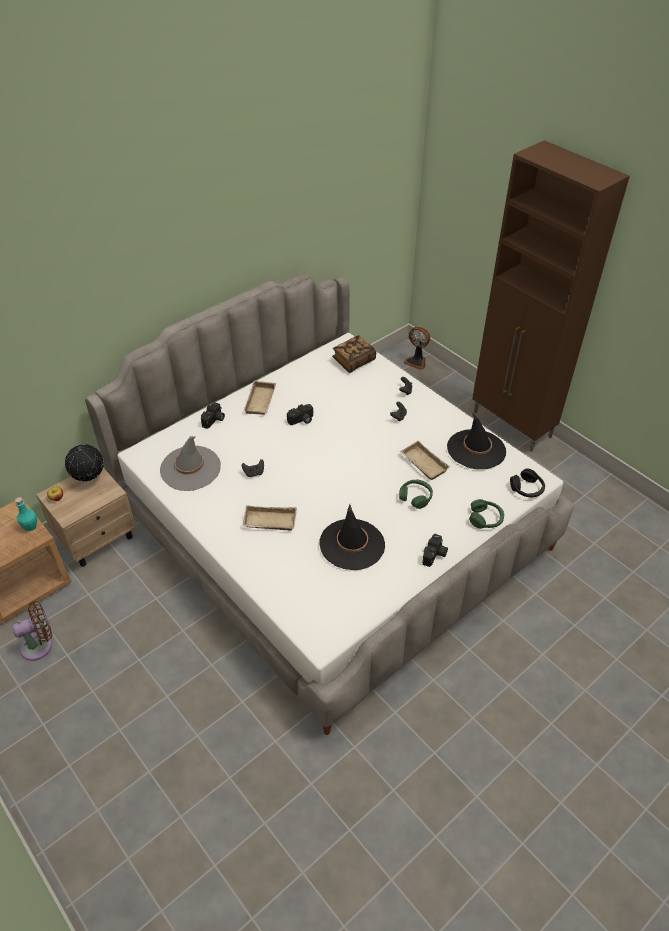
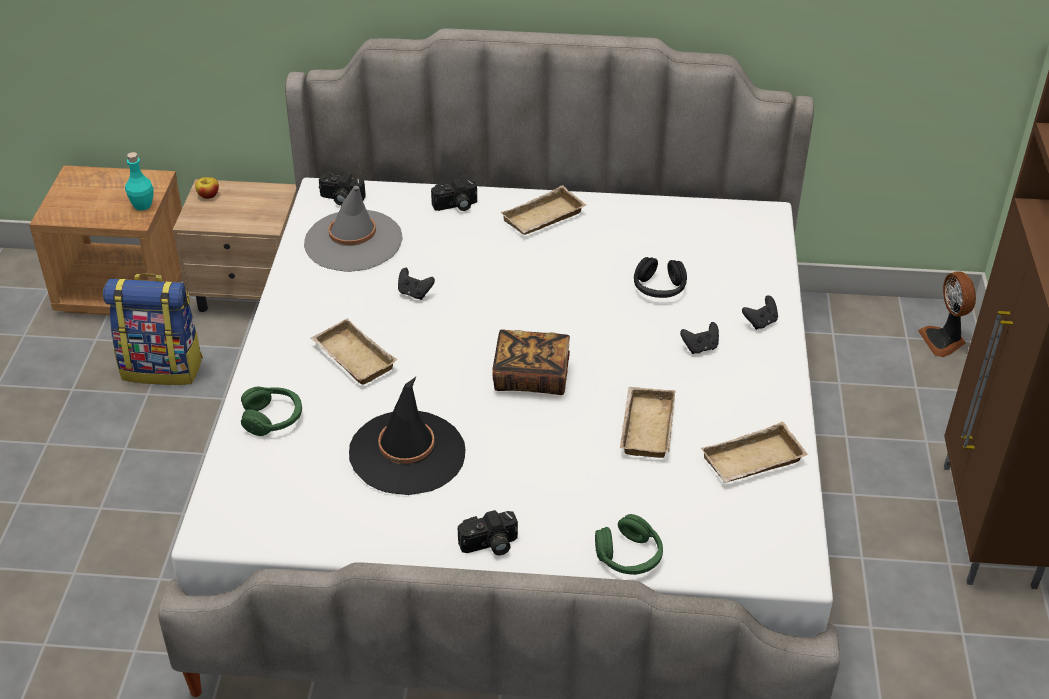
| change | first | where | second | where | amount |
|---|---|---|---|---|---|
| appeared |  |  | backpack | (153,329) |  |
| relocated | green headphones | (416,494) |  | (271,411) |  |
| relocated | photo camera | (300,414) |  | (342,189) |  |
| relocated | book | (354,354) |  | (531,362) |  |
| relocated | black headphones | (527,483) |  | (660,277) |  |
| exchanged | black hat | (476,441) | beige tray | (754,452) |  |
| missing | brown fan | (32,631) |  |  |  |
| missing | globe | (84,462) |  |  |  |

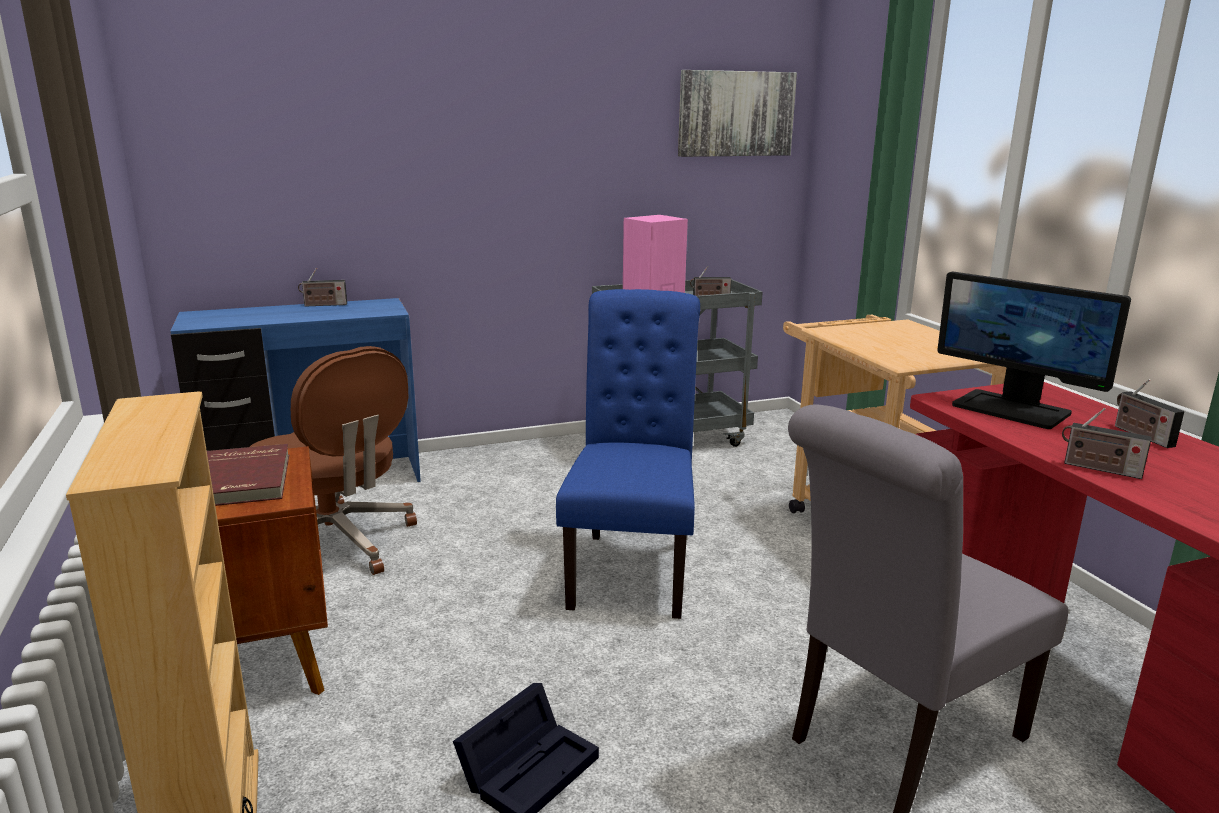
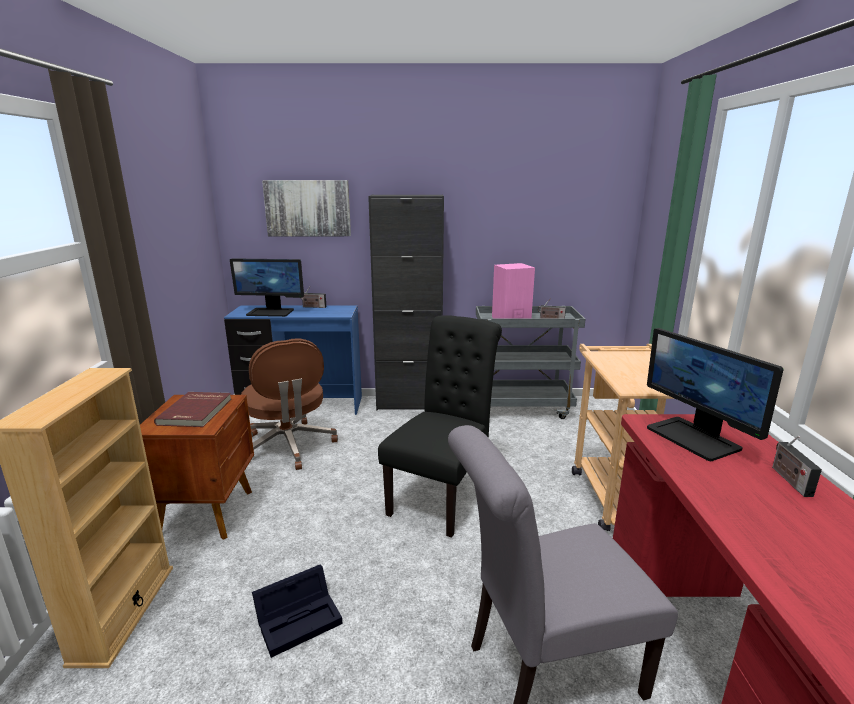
| change | first | where | second | where | amount |
|---|---|---|---|---|---|
| appeared |  |  | monitor | (267,287) |  |
| relocated | picture | (737,113) |  | (306,208) |  |
| appeared |  |  | black cabinet | (406,302) |  |
| colour | blue chair | (628,454) | black chair | (440,426) |  |
| missing | radio | (1107,443) |  |  |  |

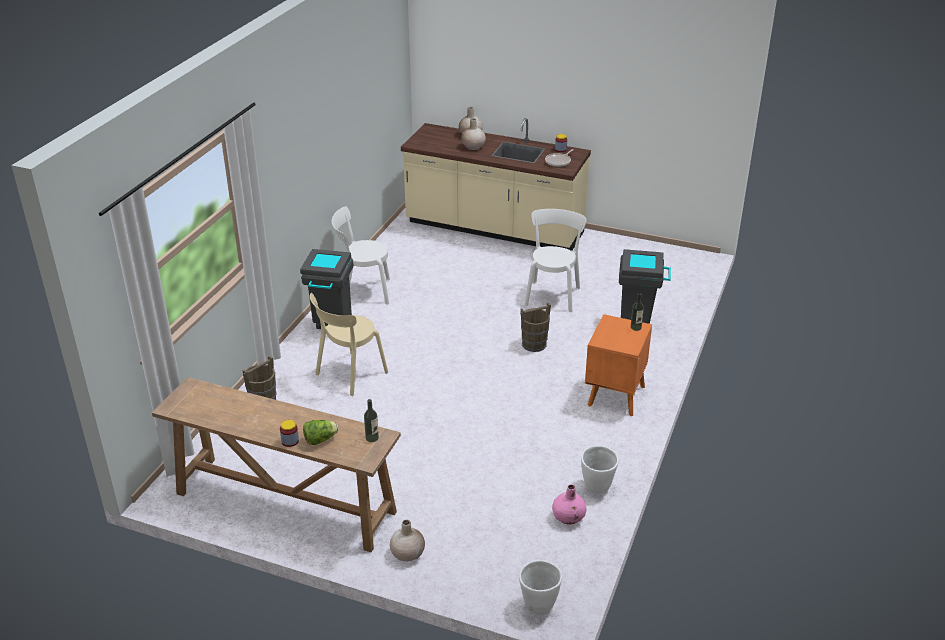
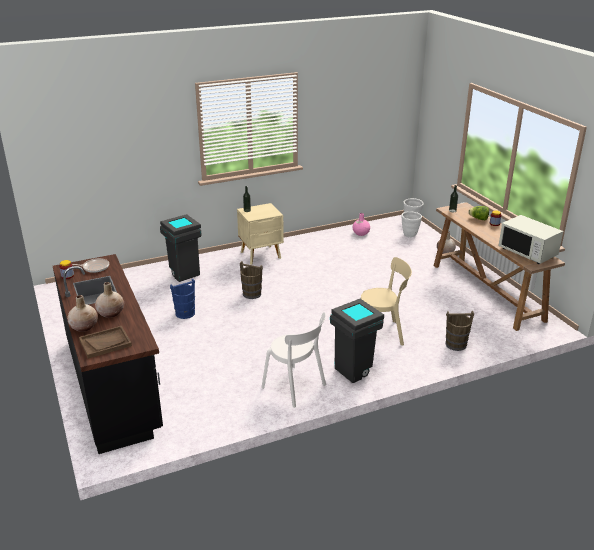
| change | first | where | second | where | amount |
|---|---|---|---|---|---|
| colour | beige counter | (496,184) | black counter | (108,354) |  |
| appeared |  |  | brown tray | (105,342) |  |
| exchanged | white chair | (555,260) | blue bucket | (182,299) |  |
| colour | orange nightstand | (618,365) | beige nightstand | (260,234) |  |
| relocated | white planter | (600,469) |  | (411,224) |  |
| appeared |  |  | white microwave | (530,239) |  |

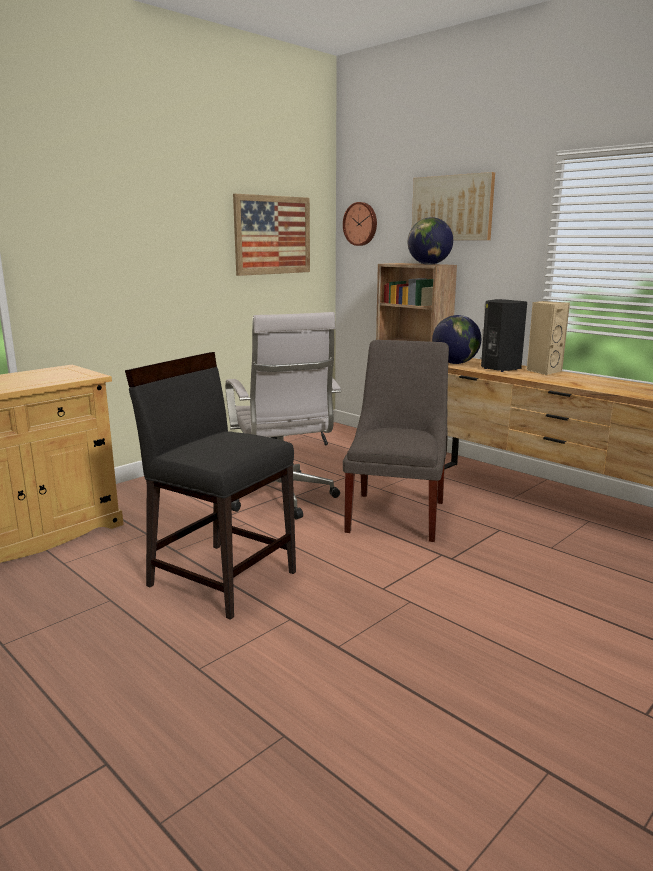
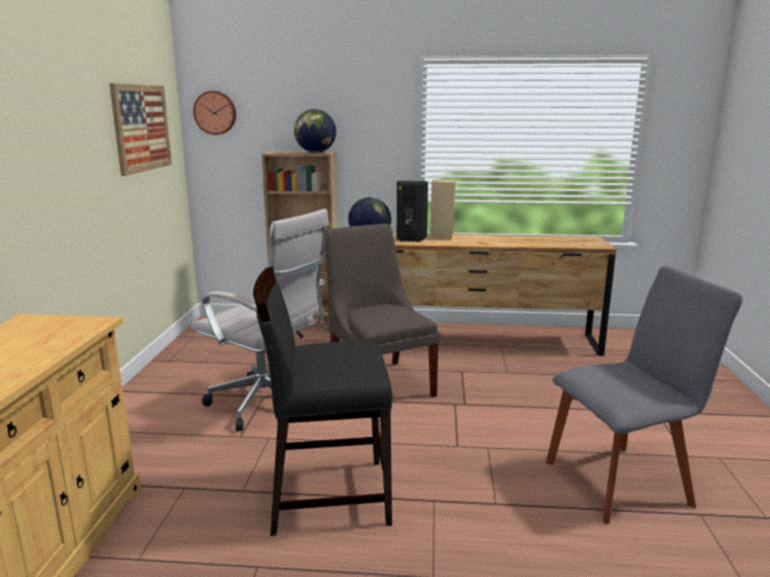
| change | first | where | second | where | amount |
|---|---|---|---|---|---|
| appeared |  |  | grey chair | (644,395) |  |
| missing | picture | (453,206) |  |  |  |

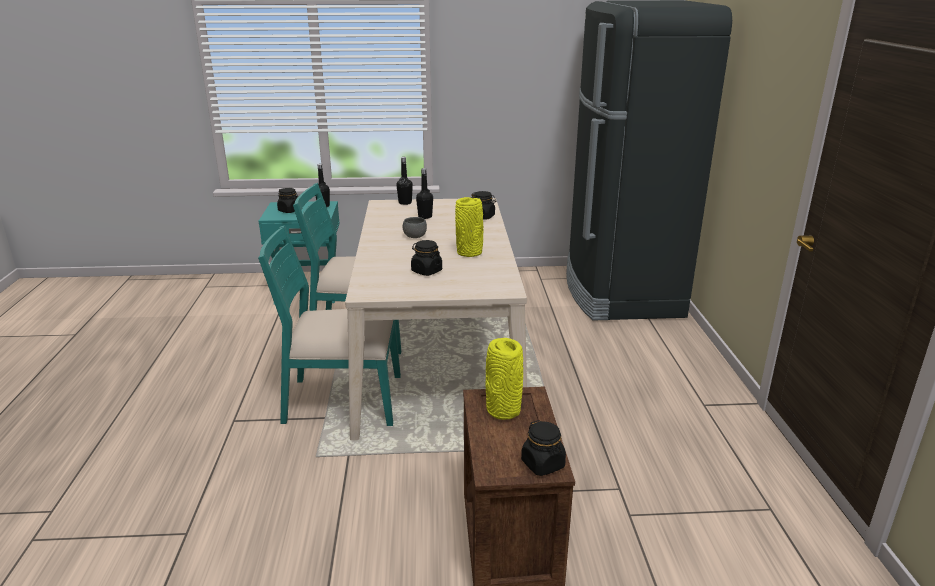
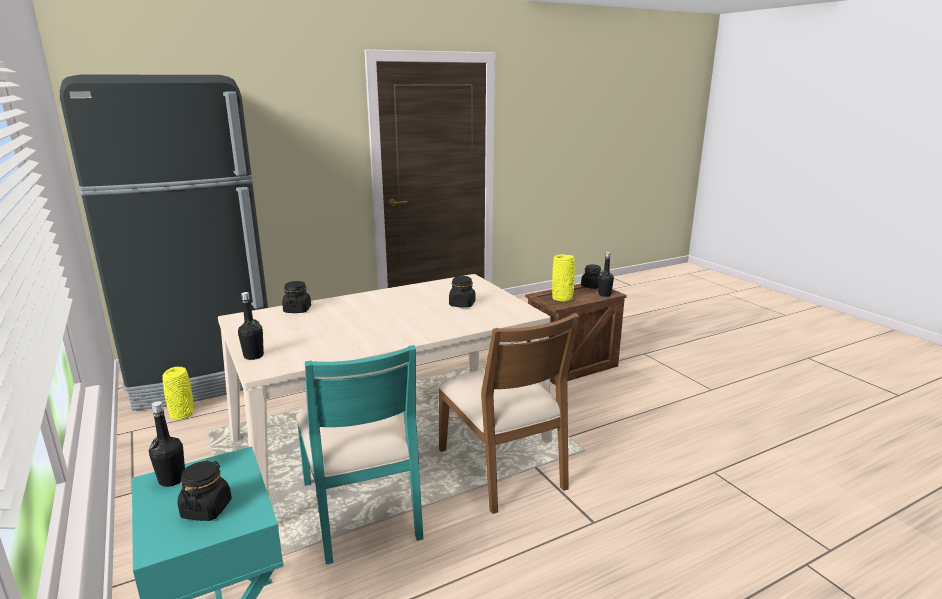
| change | first | where | second | where | amount |
|---|---|---|---|---|---|
| relocated | yellow vase | (469,227) |  | (178,393) |  |
| colour | turquoise chair | (329,325) | brown chair | (508,413) |  |
| relocated | black bottle | (424,193) |  | (606,274) |  |
| missing | grey bowl | (415,227) |  |  |  |

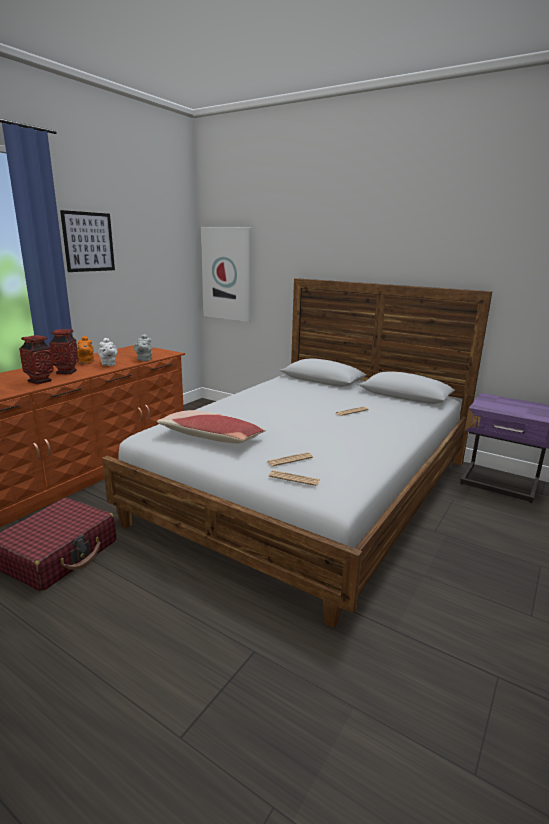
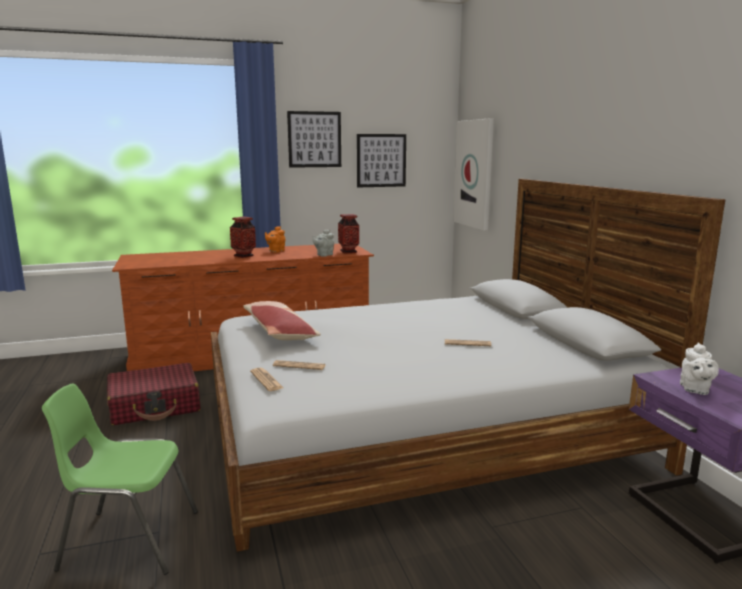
| change | first | where | second | where | amount |
|---|---|---|---|---|---|
| appeared |  |  | green chair | (120,479) |  |
| relocated | vase | (36,359) |  | (348,234) |  |
| appeared |  |  | picture | (381,160) |  |
| relocated | white teapot | (107,352) |  | (699,369) |  |

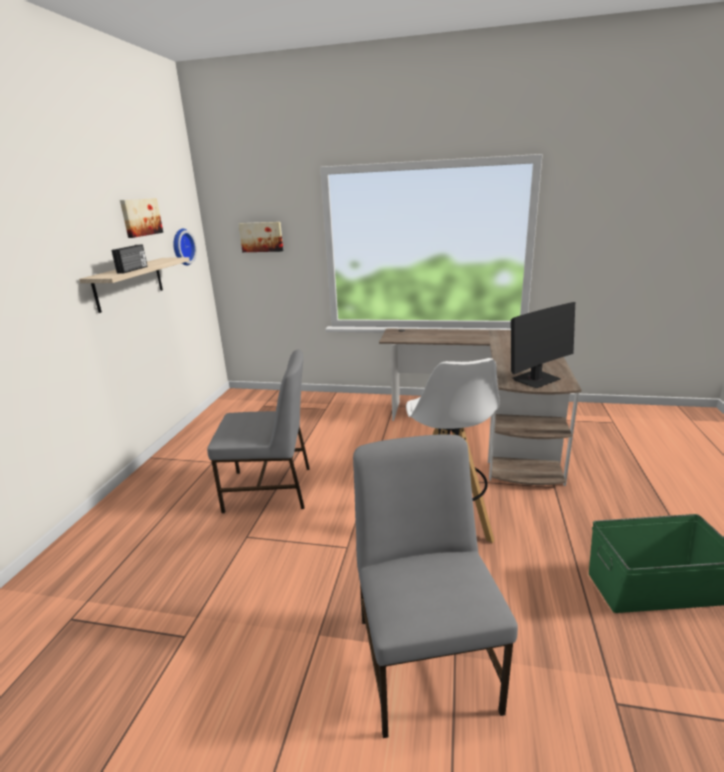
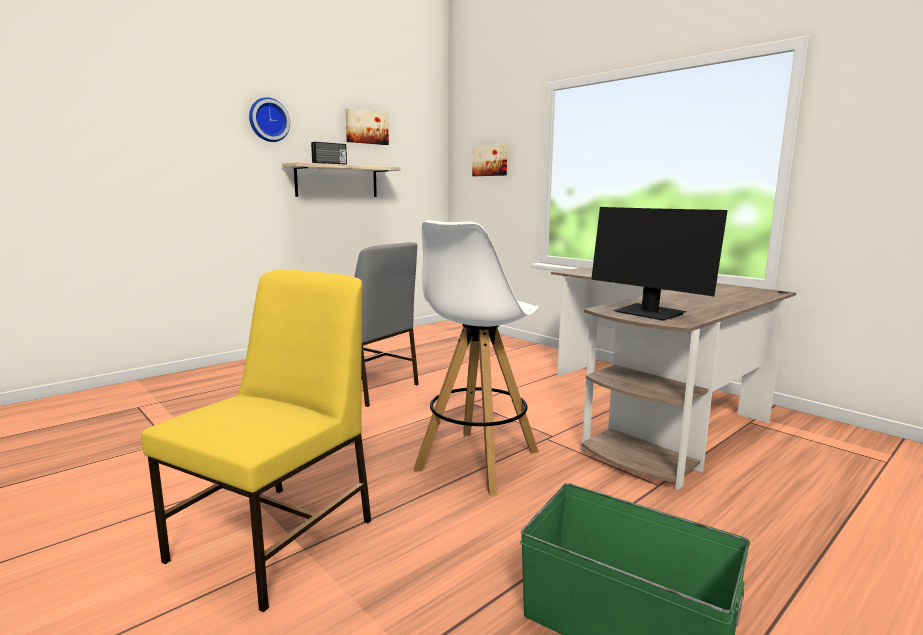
| change | first | where | second | where | amount |
|---|---|---|---|---|---|
| colour | grey chair | (435,586) | yellow chair | (256,441) |  |
| relocated | wall clock | (185,247) |  | (269,119) |  |
| spun | monitor | (543,345) |  | (659,263) | 45 degrees clockwise |

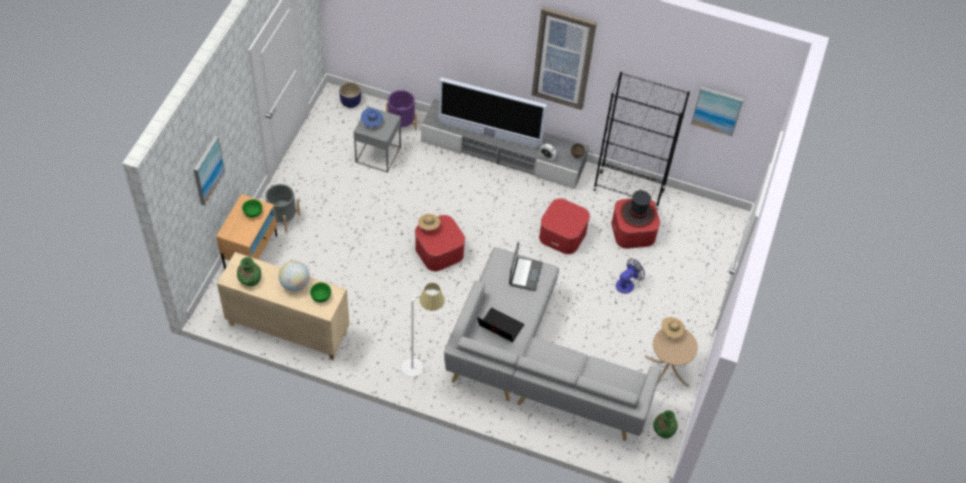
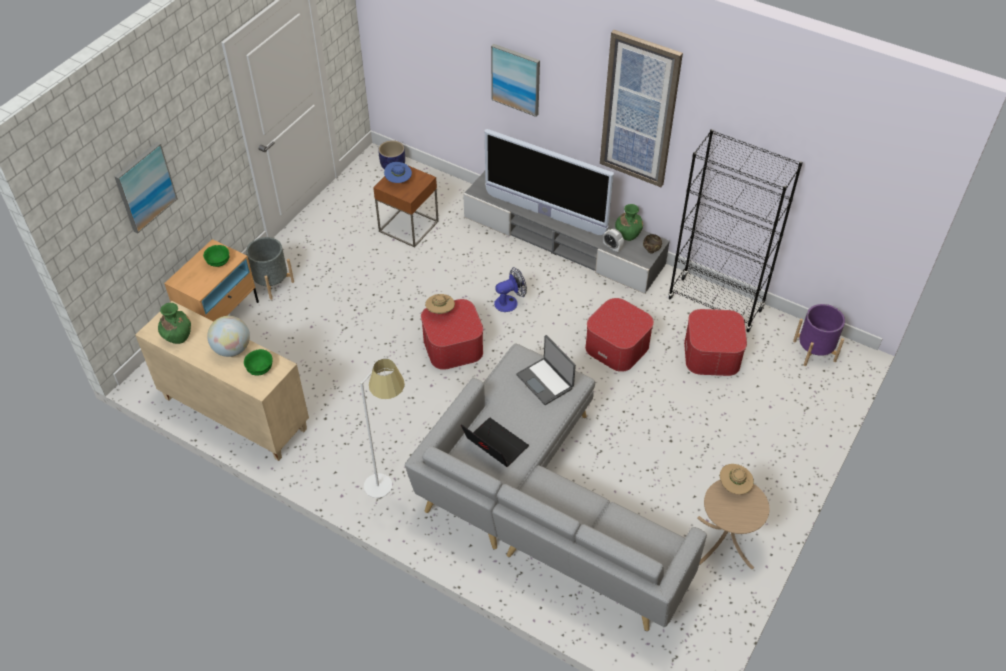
| change | first | where | second | where | amount |
|---|---|---|---|---|---|
| colour | grey side table | (377,139) | brown side table | (406,207) |  |
| relocated | picture | (717,111) |  | (515,80) |  |
| relocated | fan | (630,276) |  | (510,289) |  |
| spun | laptop | (525,266) |  | (546,370) | 120 degrees clockwise |
| relocated | green vase | (665,424) |  | (629,222) |  |
| relocated | purple planter | (401,110) |  | (819,335) |  |
| missing | hat | (638,209) |  |  |  |

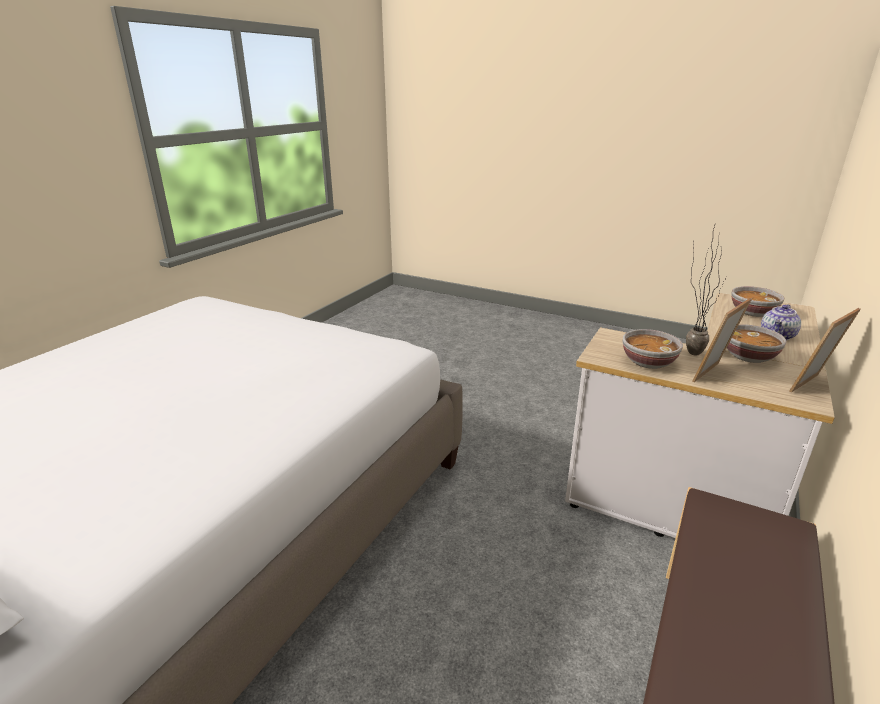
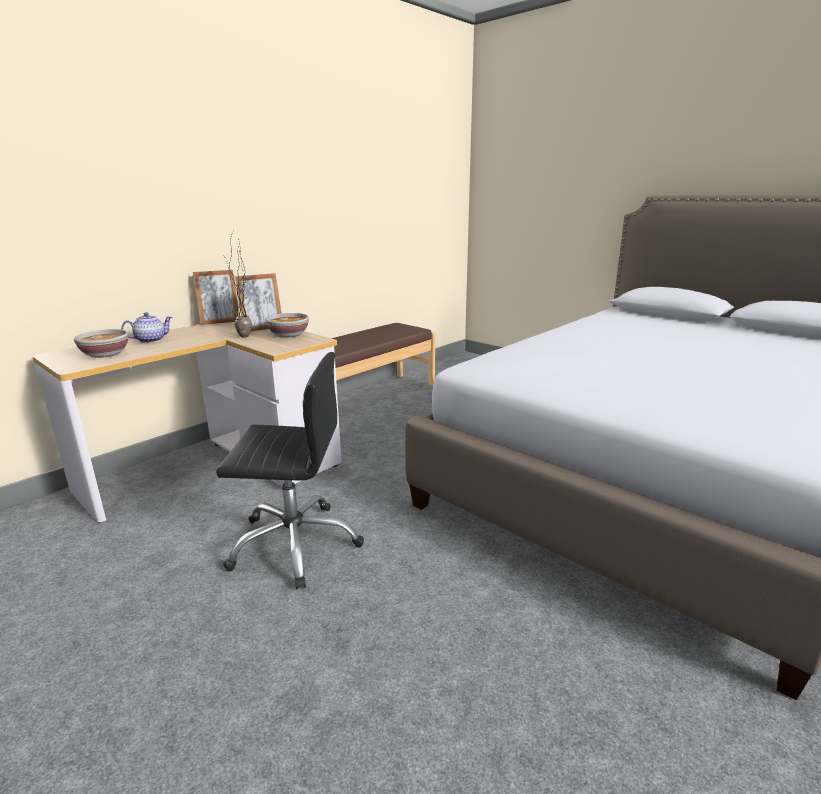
| change | first | where | second | where | amount |
|---|---|---|---|---|---|
| appeared |  |  | black office chair | (290,470) |  |
| missing | bowl | (756,343) |  |  |  |

